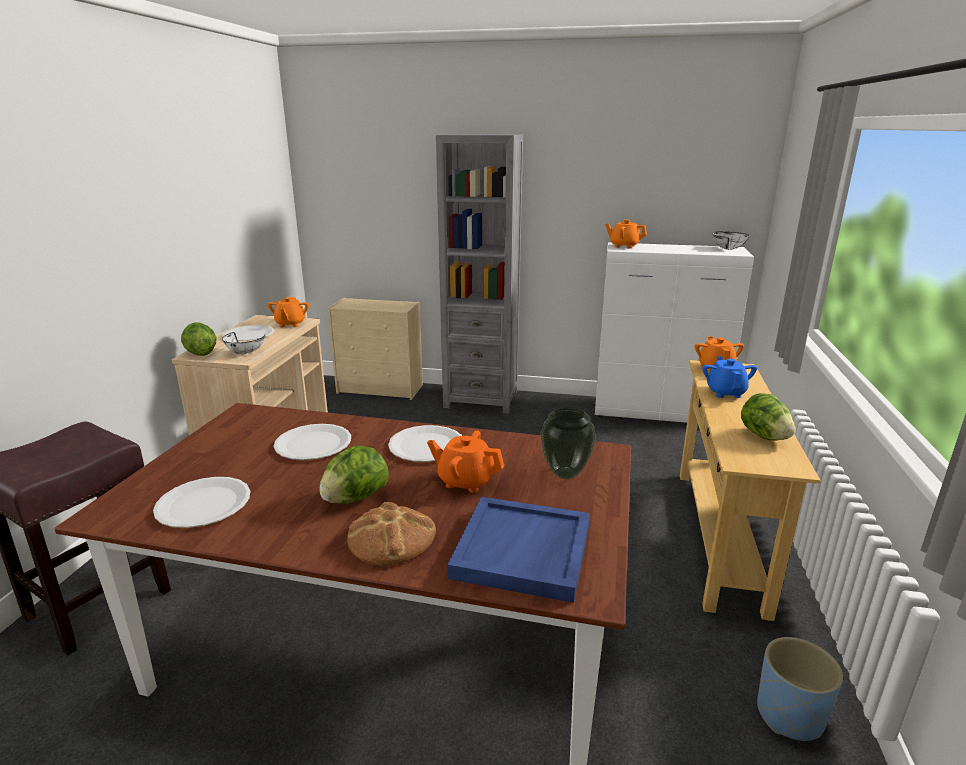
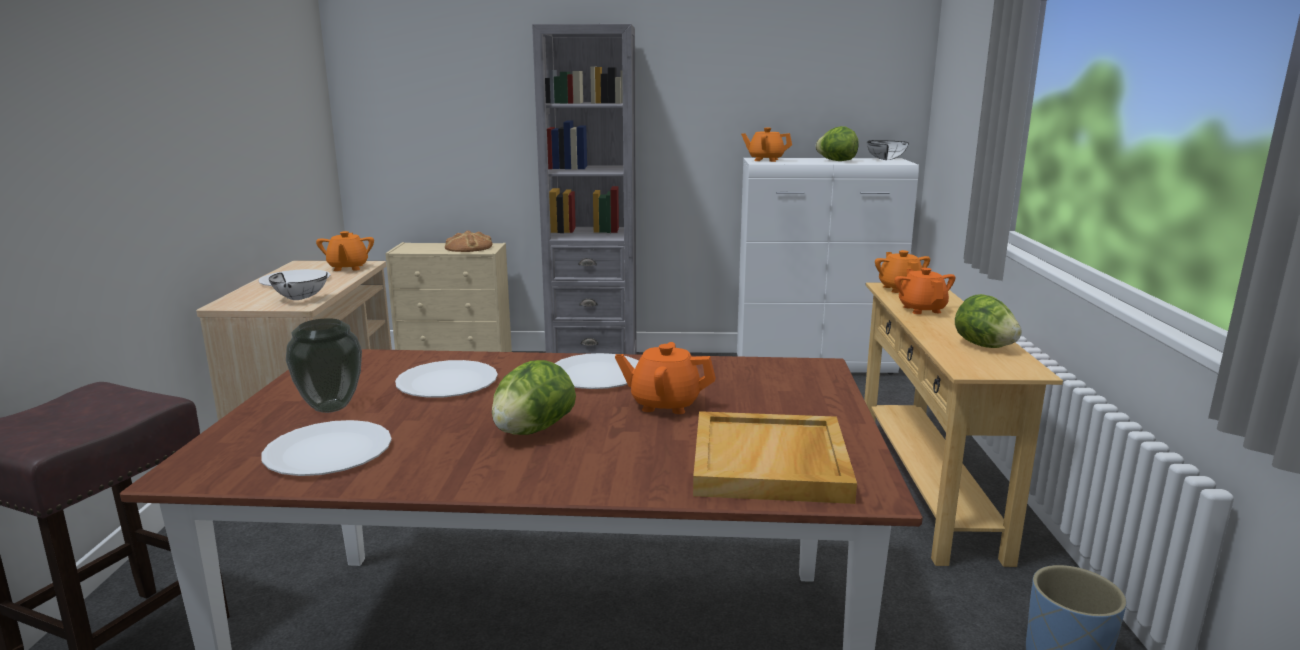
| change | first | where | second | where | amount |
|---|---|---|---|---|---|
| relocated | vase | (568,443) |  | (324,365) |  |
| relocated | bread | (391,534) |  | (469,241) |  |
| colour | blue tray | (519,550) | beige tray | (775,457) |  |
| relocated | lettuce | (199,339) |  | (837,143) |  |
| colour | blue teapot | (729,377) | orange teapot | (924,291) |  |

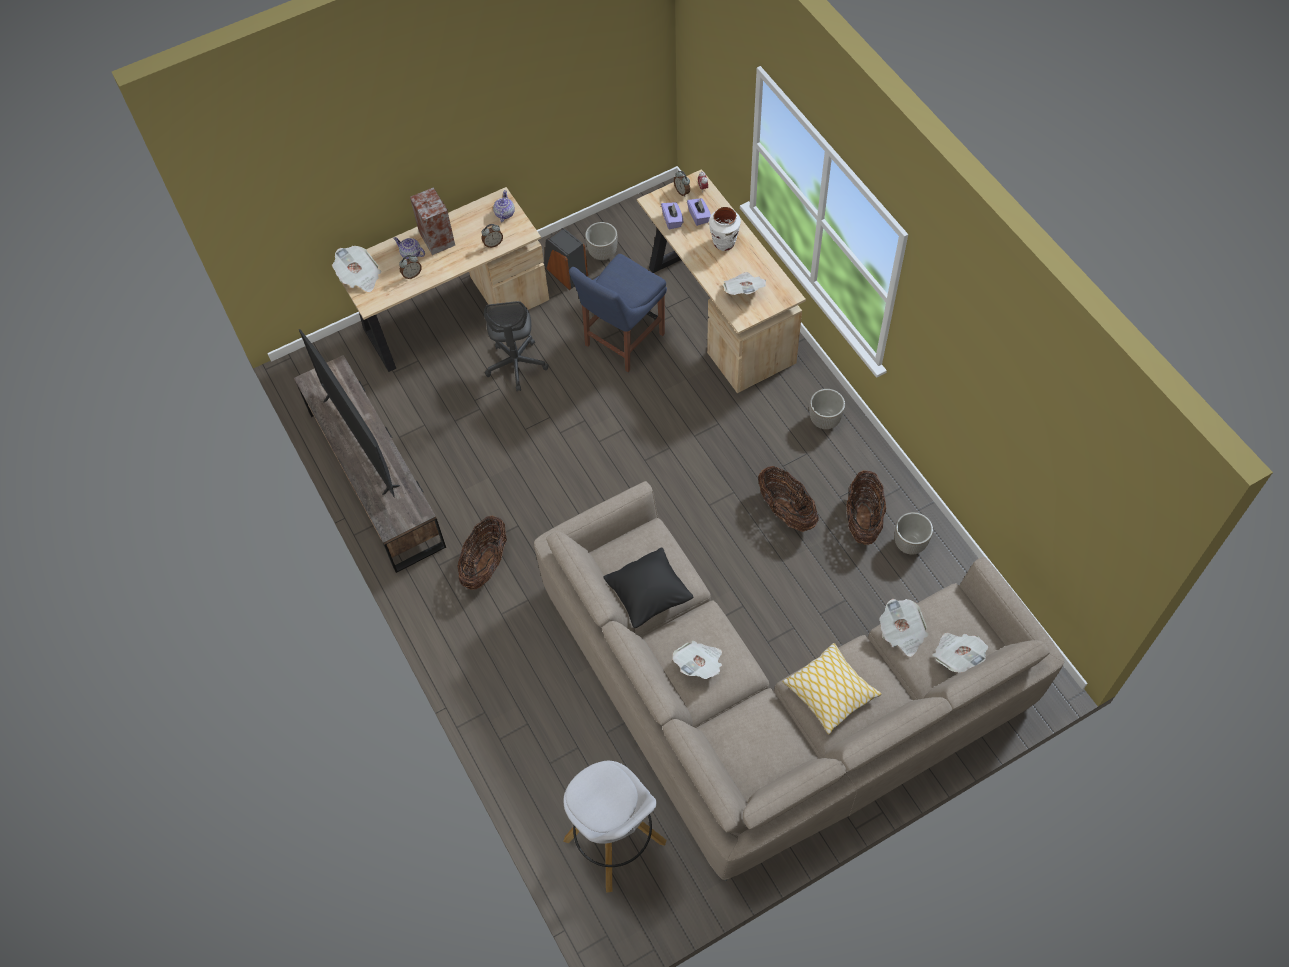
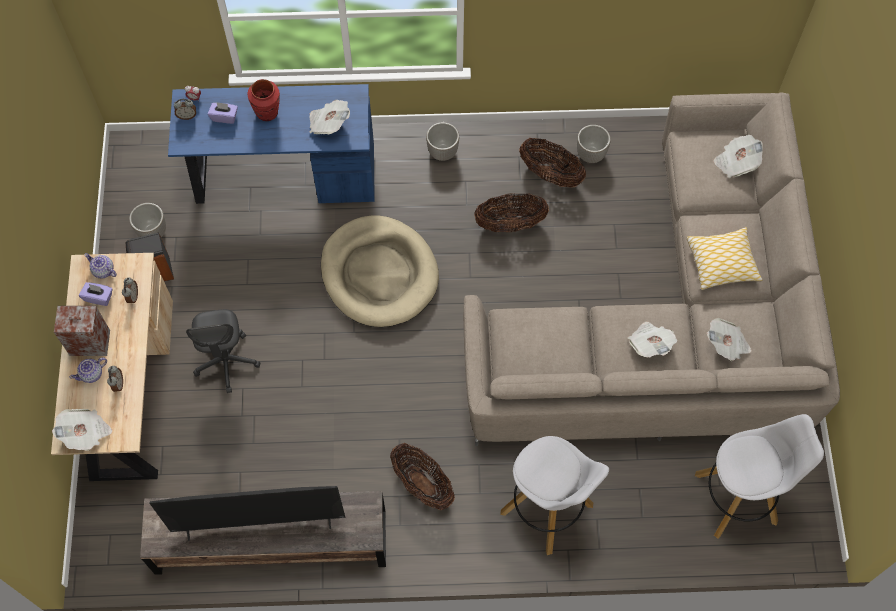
| change | first | where | second | where | amount |
|---|---|---|---|---|---|
| relocated | purple tissue box | (672,216) |  | (96,294) |  |
| colour | beige desk | (721,281) | blue desk | (271,144) |  |
| spun | grey office chair | (516,346) |  | (223,351) | 60 degrees clockwise |
| colour | white vase | (725,229) | red vase | (263,100) |  |
| appeared |  |  | beige dog bed | (380,271) |  |
| appeared |  |  | white stool | (554,495) |  |
| relocated | newspaper | (903,628) |  | (729,339) |  |
| missing | blue chair | (618,313) |  |  |  |
| missing | black pillow | (648,587) |  |  |  |

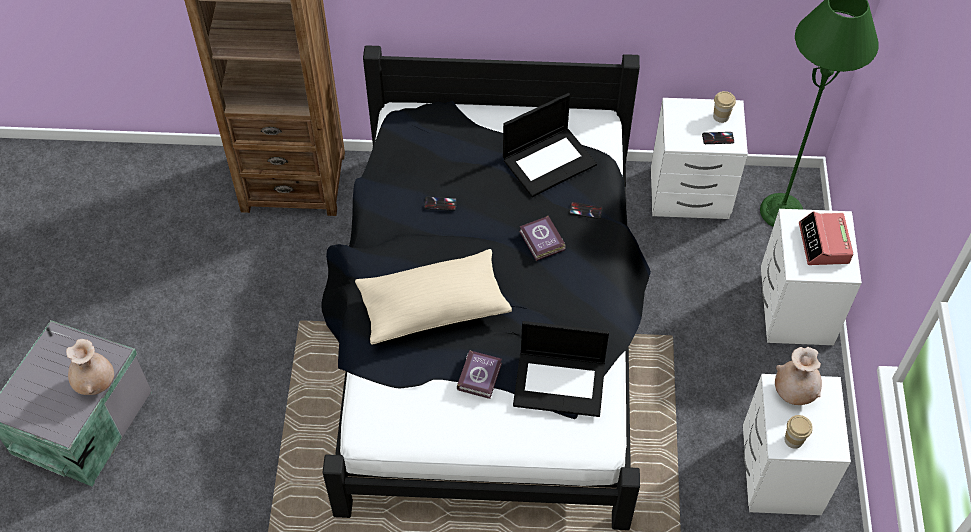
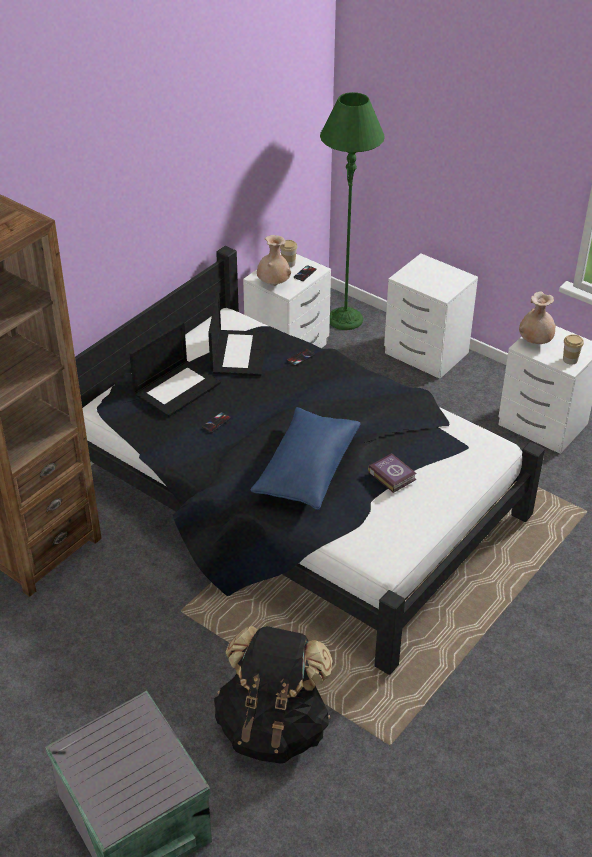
| change | first | where | second | where | amount |
|---|---|---|---|---|---|
| relocated | laptop | (561,369) |  | (175,369) |  |
| appeared |  |  | black backpack | (273,694) |  |
| colour | beige pillow | (433,297) | blue pillow | (305,458) |  |
| relocated | beige vase | (90,367) |  | (274,260) |  |
| missing | book | (542,238) |  |  |  |
| missing | alarm clock | (826,238) |  |  |  |

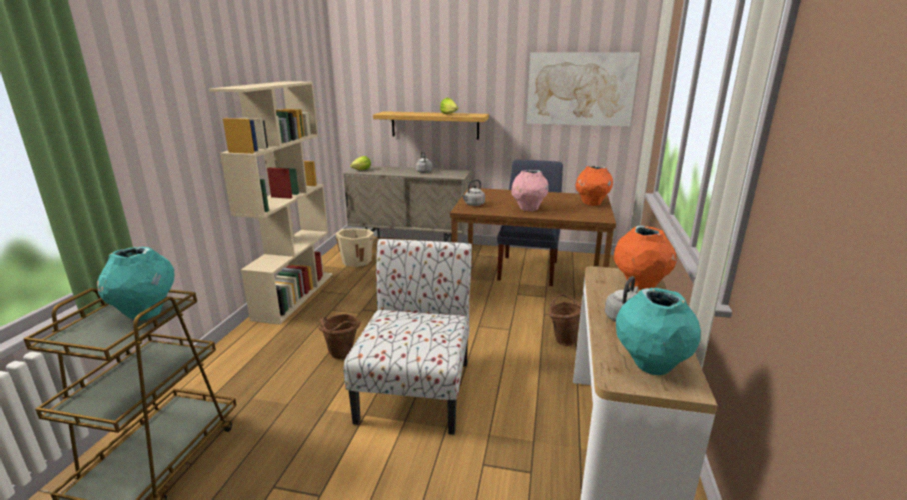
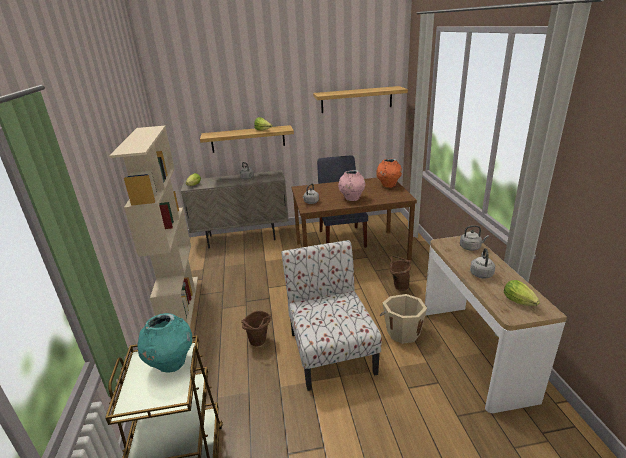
| change | first | where | second | where | amount |
|---|---|---|---|---|---|
| exchanged | picture | (583,89) | shelf | (360,99) |  |
| relocated | beige bucket | (356,247) |  | (403,319) |  |
| exchanged | orange vase | (645,258) | grey kettle | (474,238) |  |
| exchanged | turquoise vase | (658,331) | lettuce | (522,293) |  |

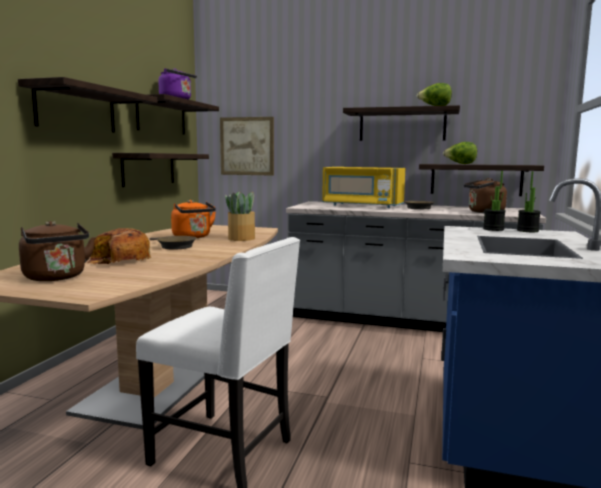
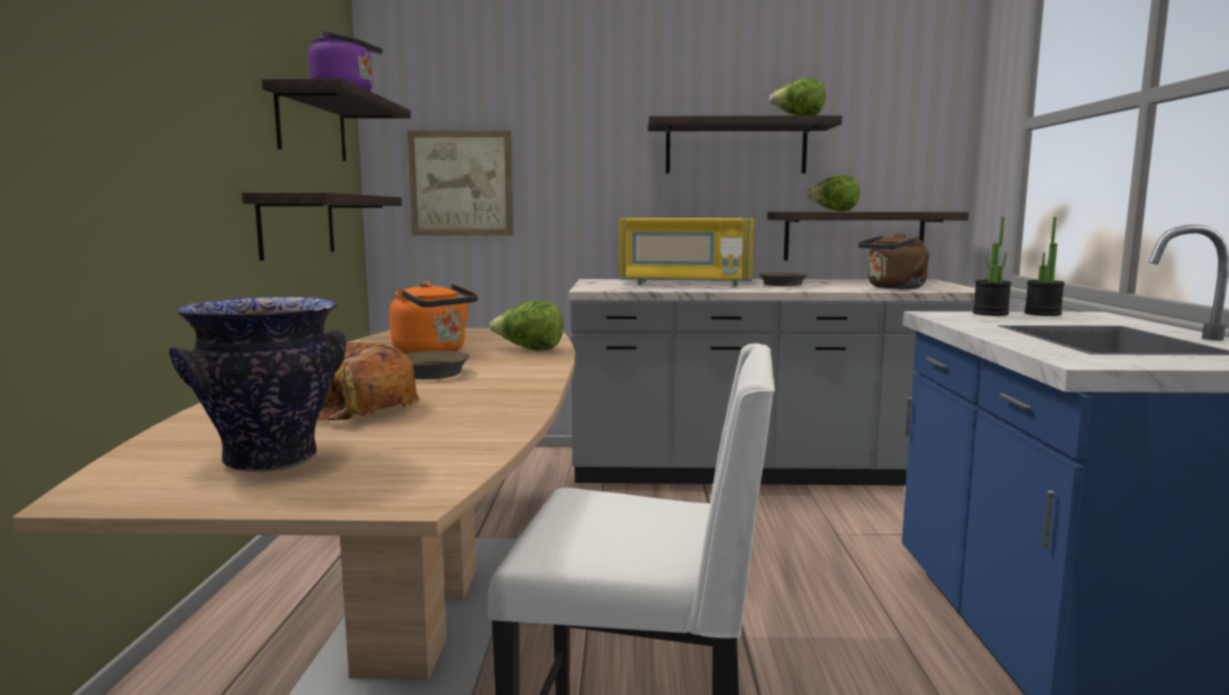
| change | first | where | second | where | amount |
|---|---|---|---|---|---|
| exchanged | brown kettle | (57,251) | vase | (257,384) |  |
| exchanged | potted plant | (240,216) | lettuce | (526,325) |  |
| missing | shelf | (87,105) |  |  |  |

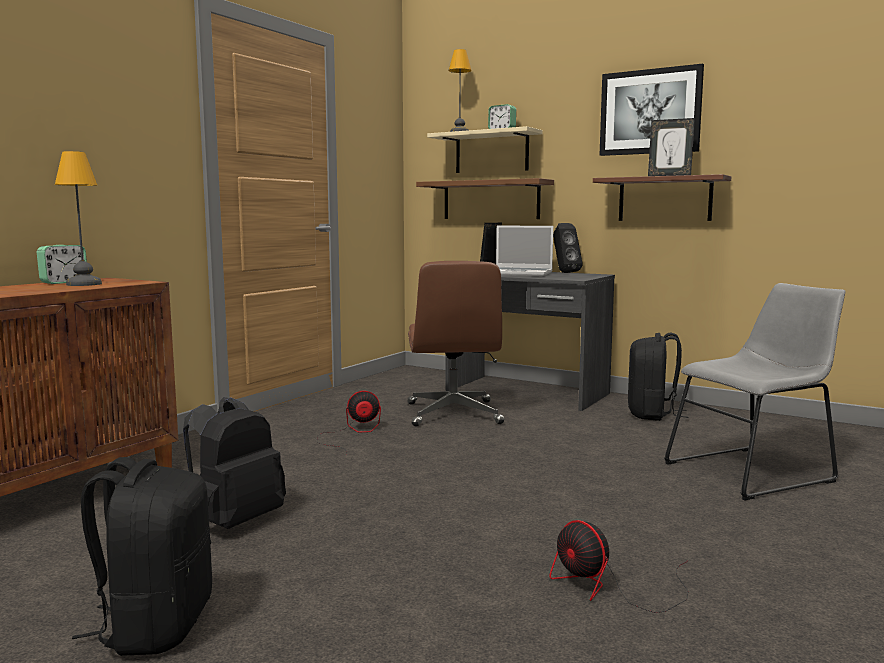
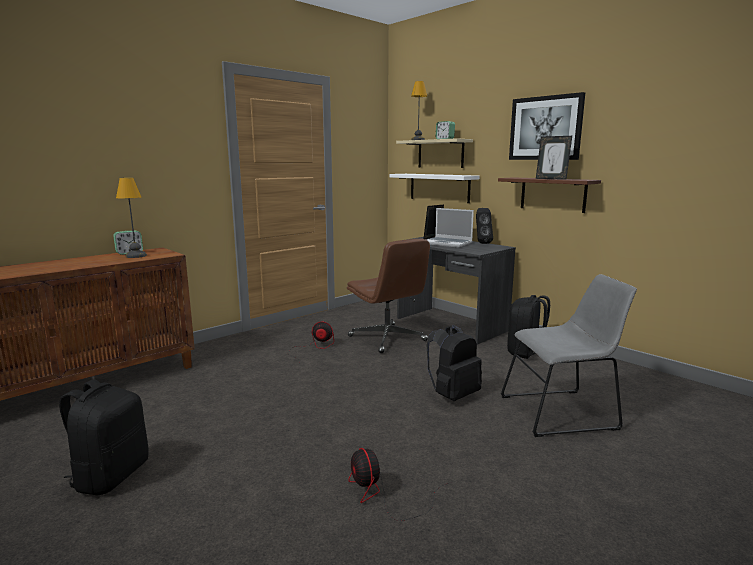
| change | first | where | second | where | amount |
|---|---|---|---|---|---|
| spun | brown office chair | (456,344) |  | (388,296) | 45 degrees counterclockwise |
| colour | brown shelf | (485,198) | white shelf | (434,188) |  |
| relocated | black backpack | (234,463) |  | (454,363) |  |

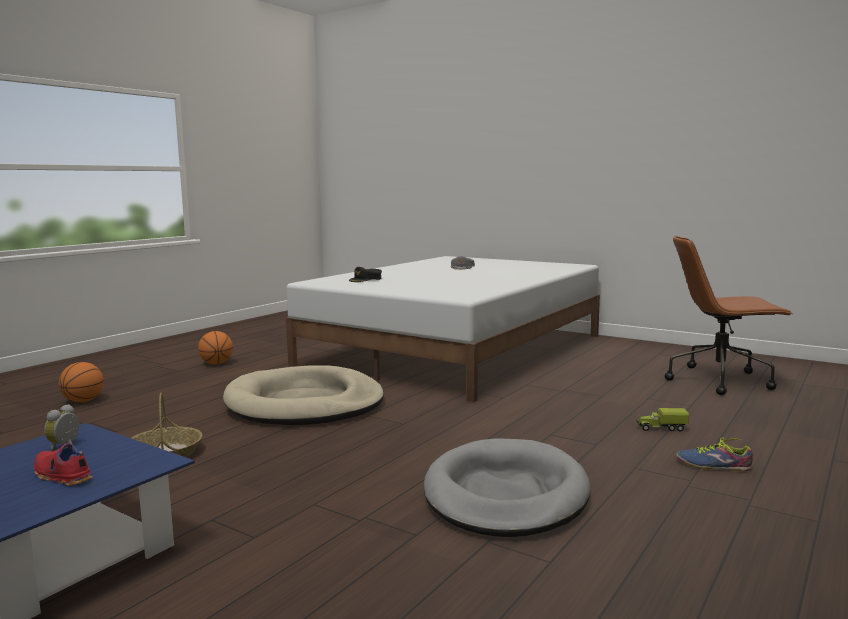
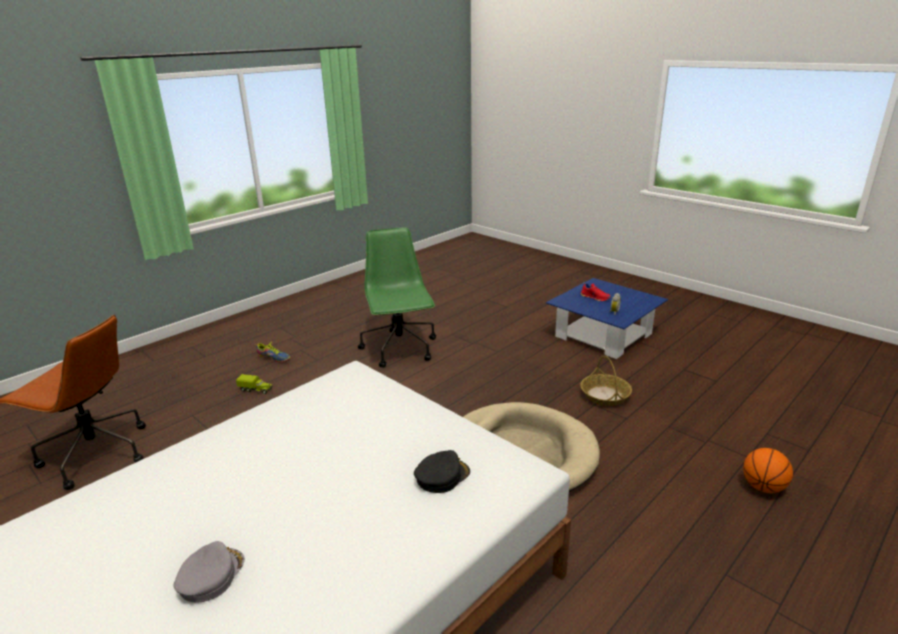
| change | first | where | second | where | amount |
|---|---|---|---|---|---|
| exchanged | grey dog bed | (507,487) | green office chair | (397,298) |  |
| missing | basketball | (215,347) |  |  |  |

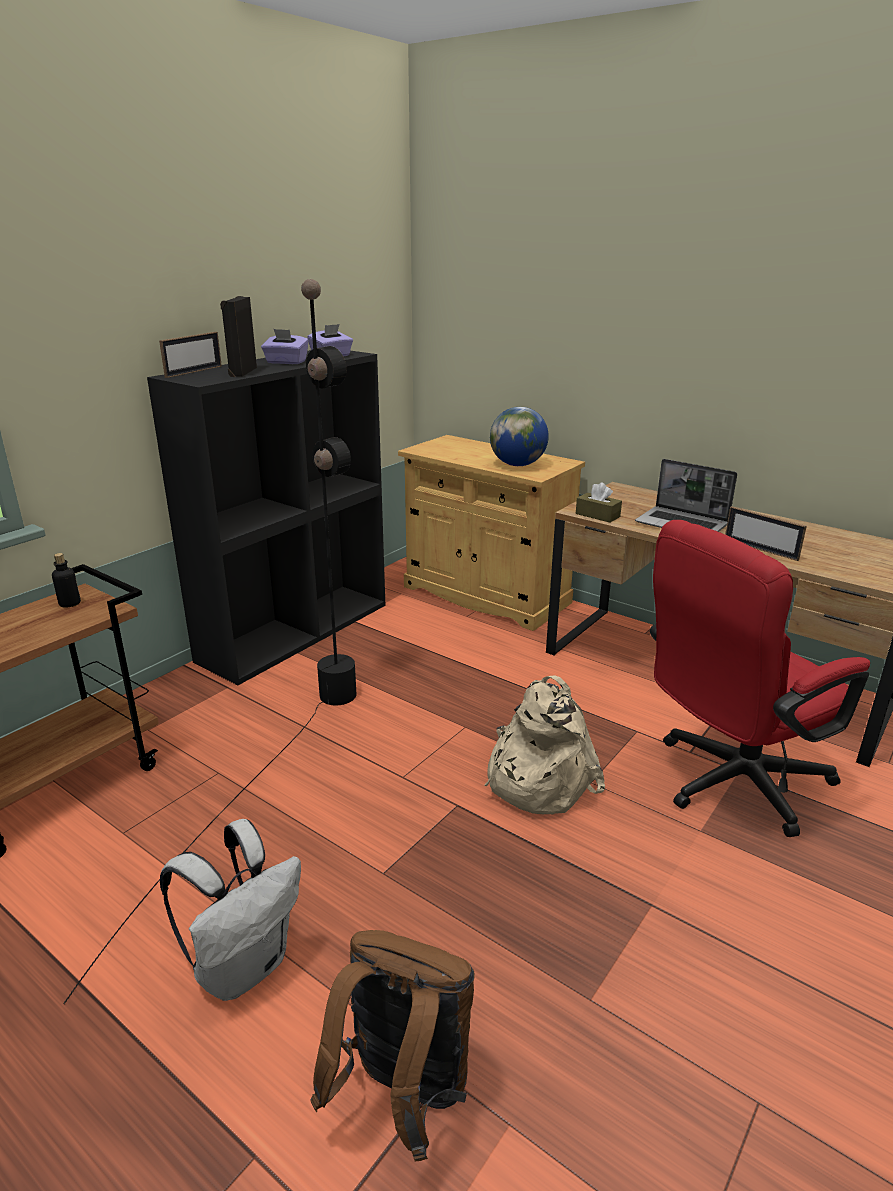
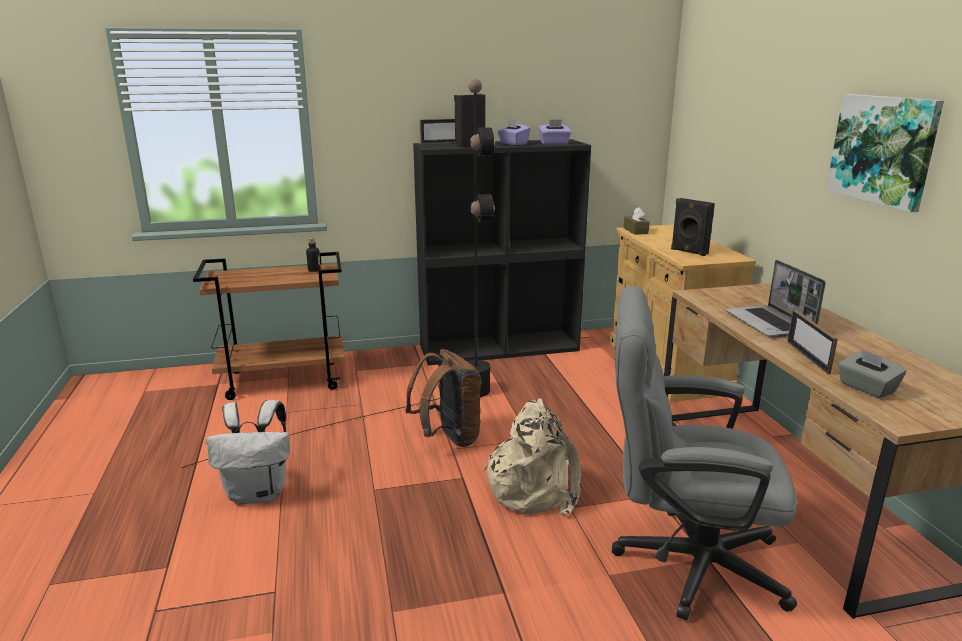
| change | first | where | second | where | amount |
|---|---|---|---|---|---|
| relocated | brown backpack | (392,1045) |  | (443,398) |  |
| colour | red office chair | (760,678) | grey office chair | (704,453) |  |
| relocated | brown tissue box | (599,502) |  | (637,221) |  |
| exchanged | globe | (519,436) | black speaker | (693,227) |  |
| appeared |  |  | picture | (885,153) |  |
| appeared |  |  | grey tissue box | (872,373) |  |

